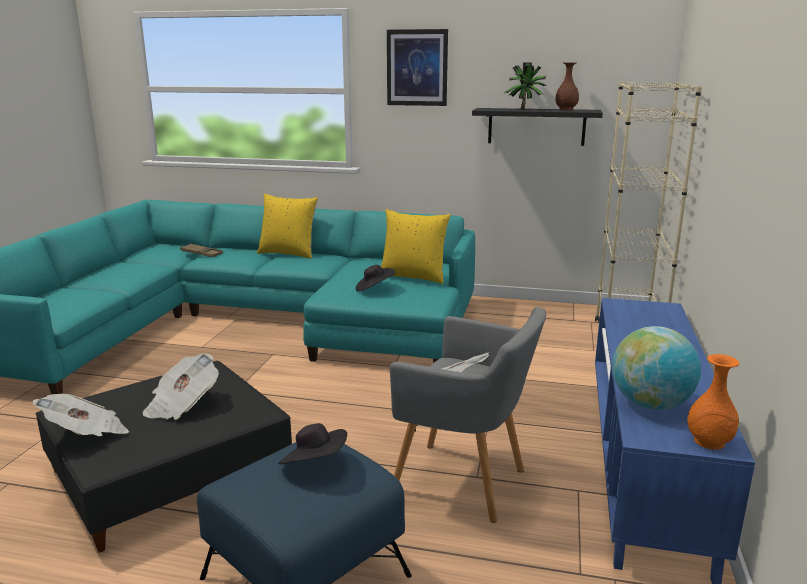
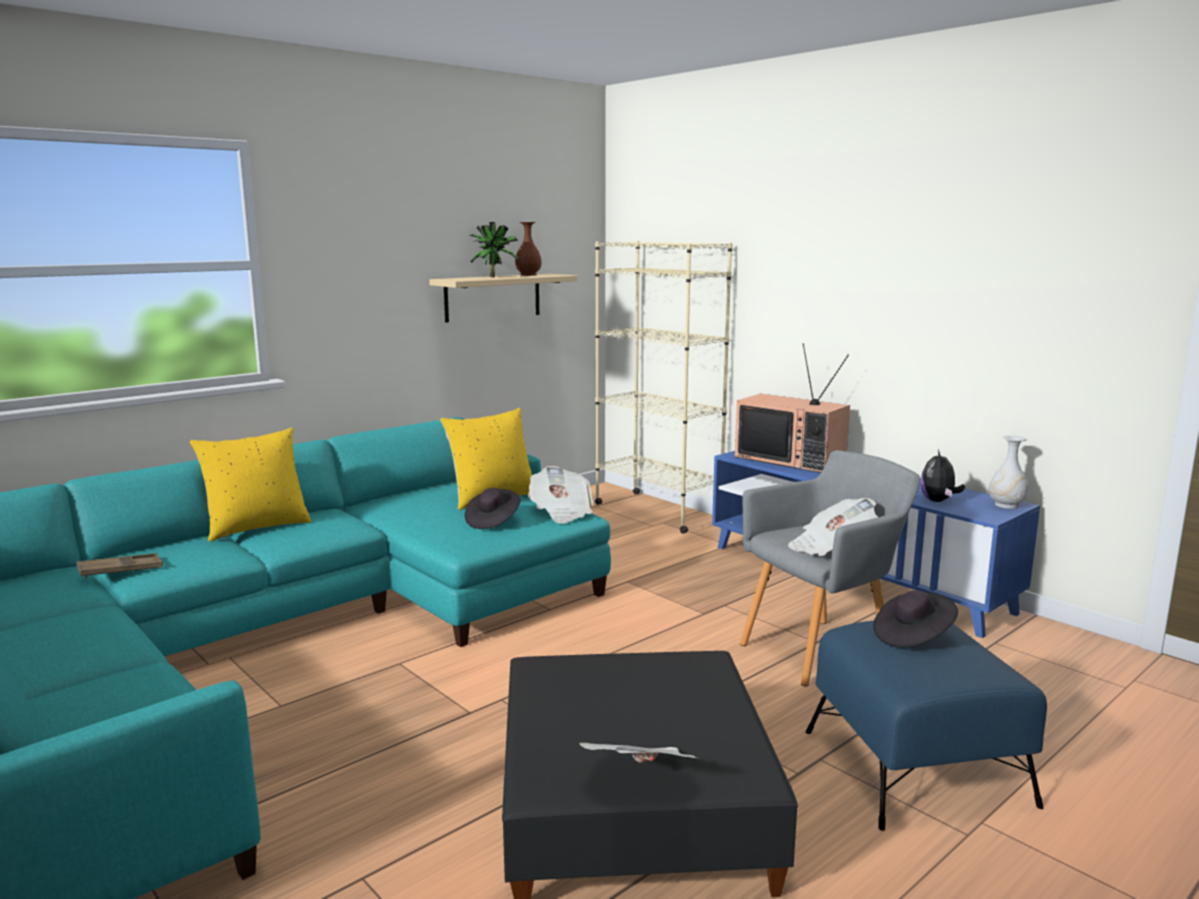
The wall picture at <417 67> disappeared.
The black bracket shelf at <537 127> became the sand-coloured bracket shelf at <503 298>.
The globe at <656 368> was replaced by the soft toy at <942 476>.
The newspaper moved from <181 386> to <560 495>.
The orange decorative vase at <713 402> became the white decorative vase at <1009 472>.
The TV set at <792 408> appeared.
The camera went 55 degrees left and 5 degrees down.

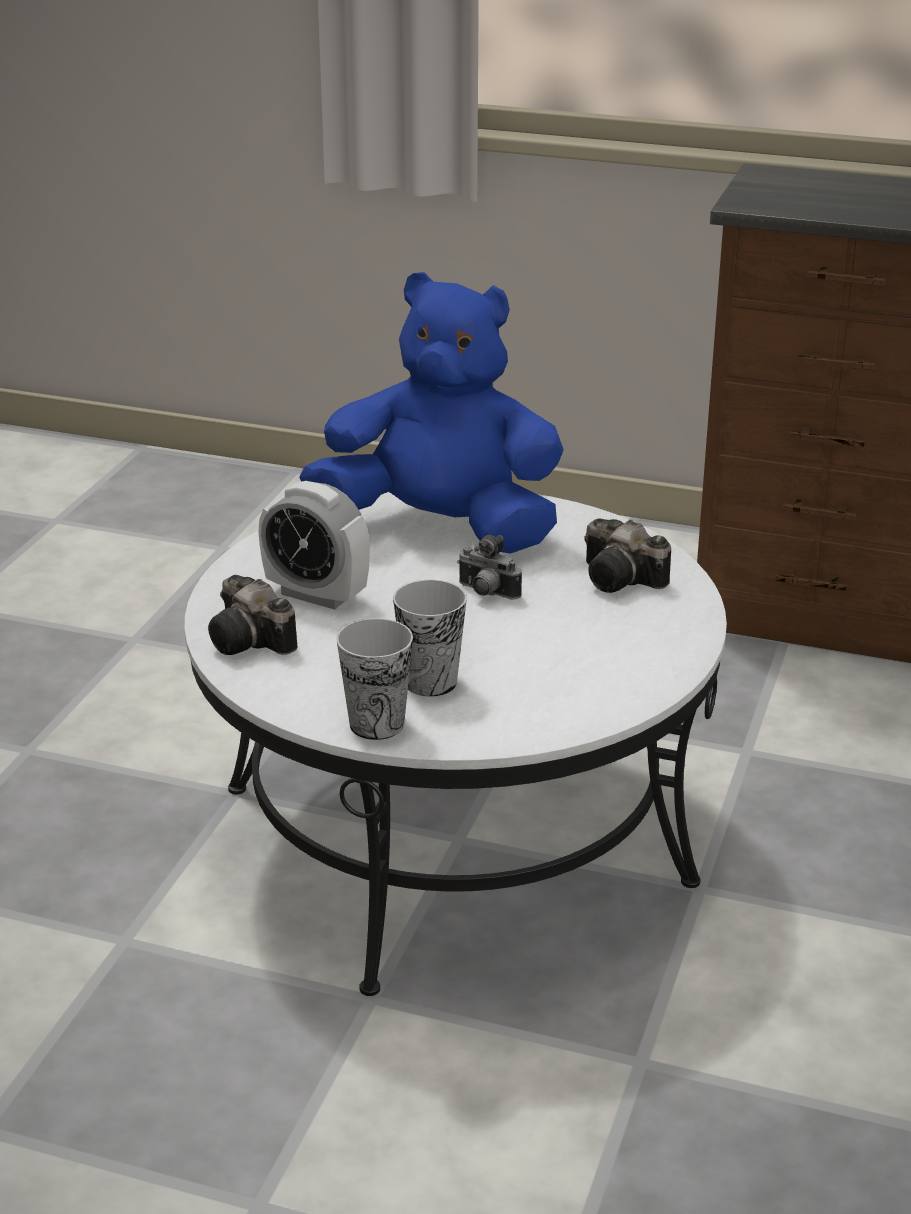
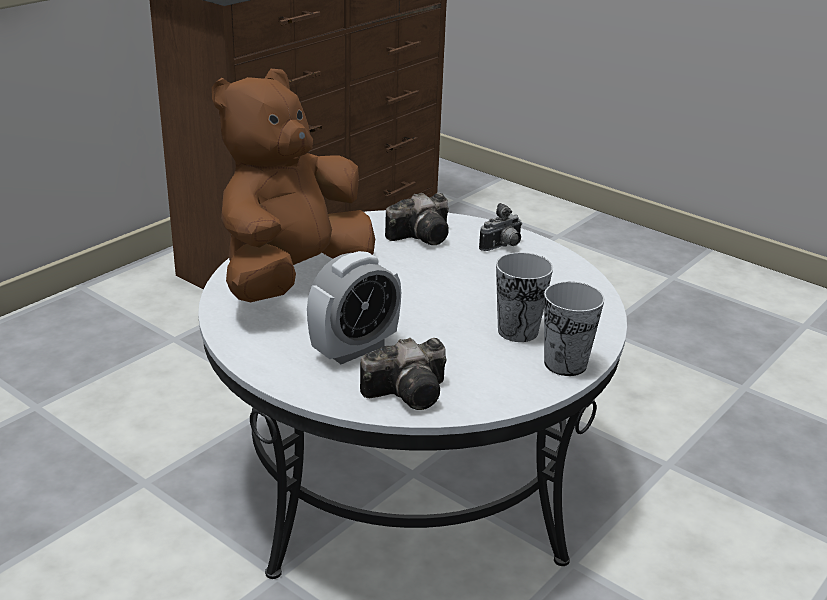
The blue-coloured soft toy at <431 413> became the brown-coloured soft toy at <293 185>.
The still camera moved from <489 567> to <500 227>.
The camera went 70 degrees left and 0 degrees up.

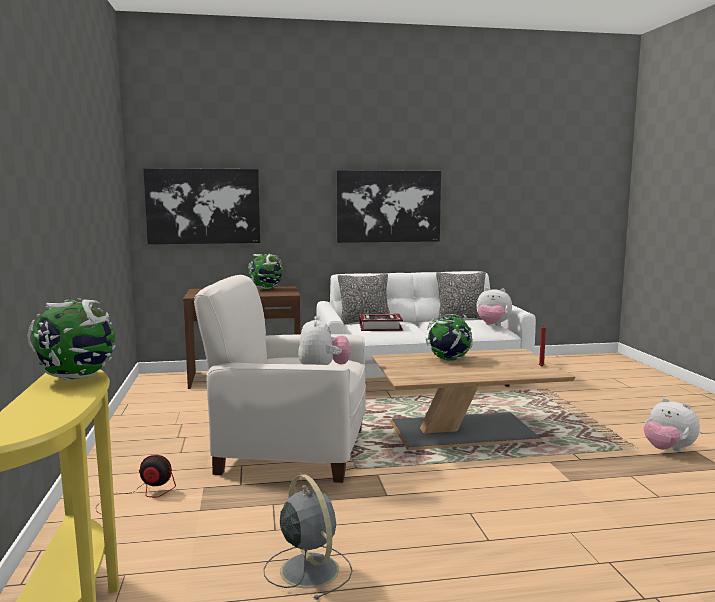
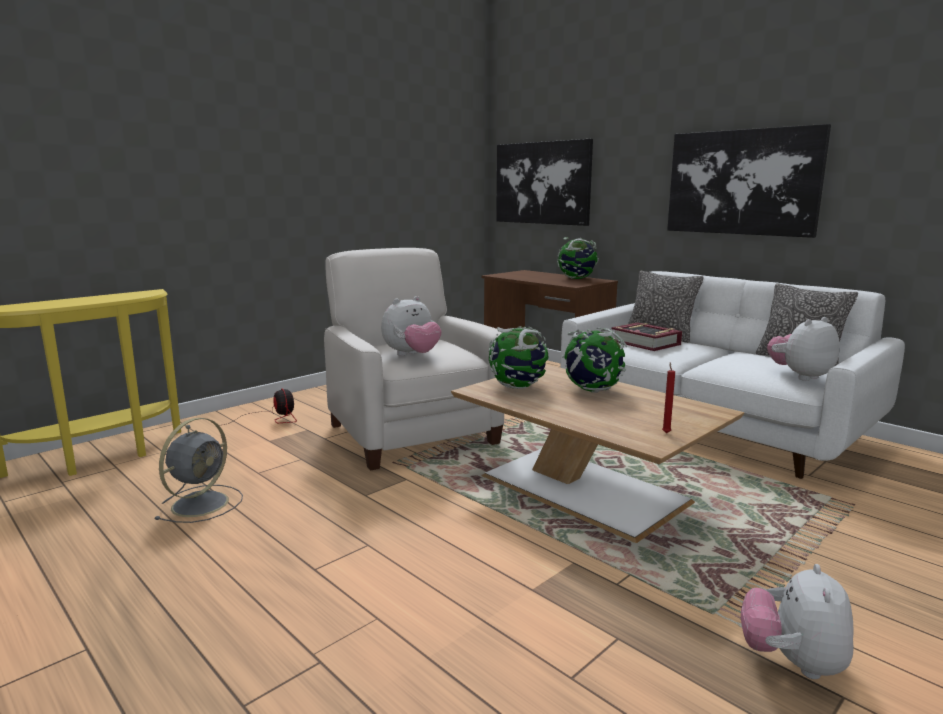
The soft toy at <494 307> turned 75 degrees clockwise.
The globe moved from <71 339> to <518 357>.
The camera went 55 degrees right and 5 degrees up.

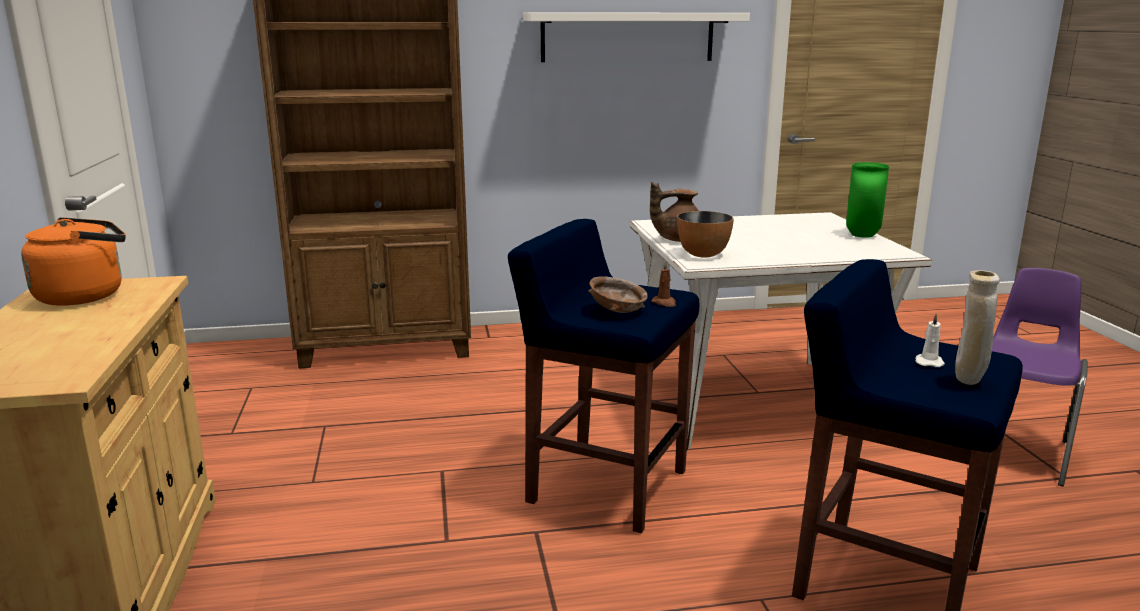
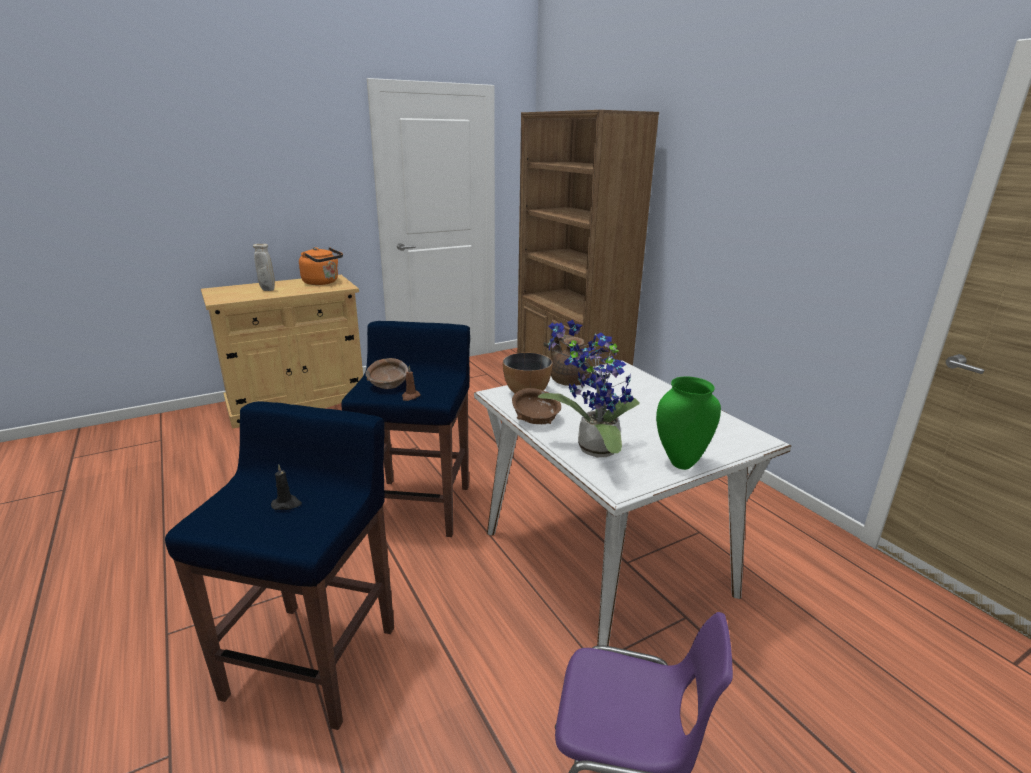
The white bracket shelf at <636 37> disappeared.
The sand-coloured decorative vase moved from <977 327> to <264 267>.
The white wax light at <930 340> became the black wax light at <286 487>.
The plant in a pot at <589 388> appeared.
The brown-coloured bowl at <536 406> appeared.
The camera went 70 degrees right and 5 degrees up.

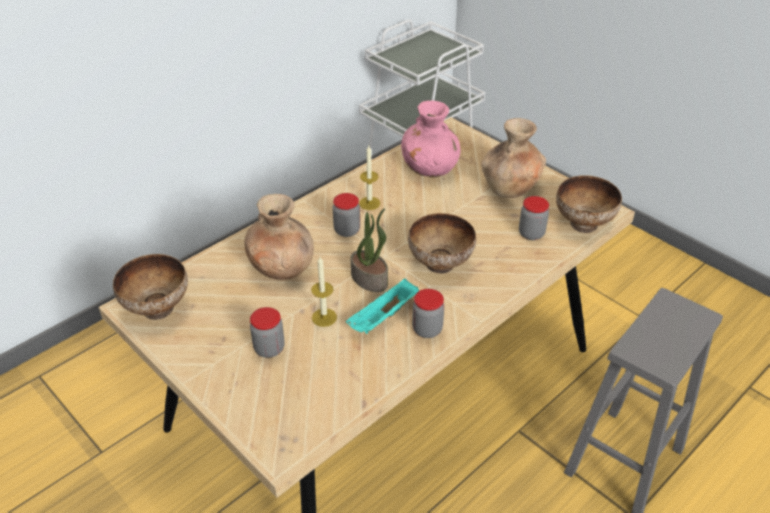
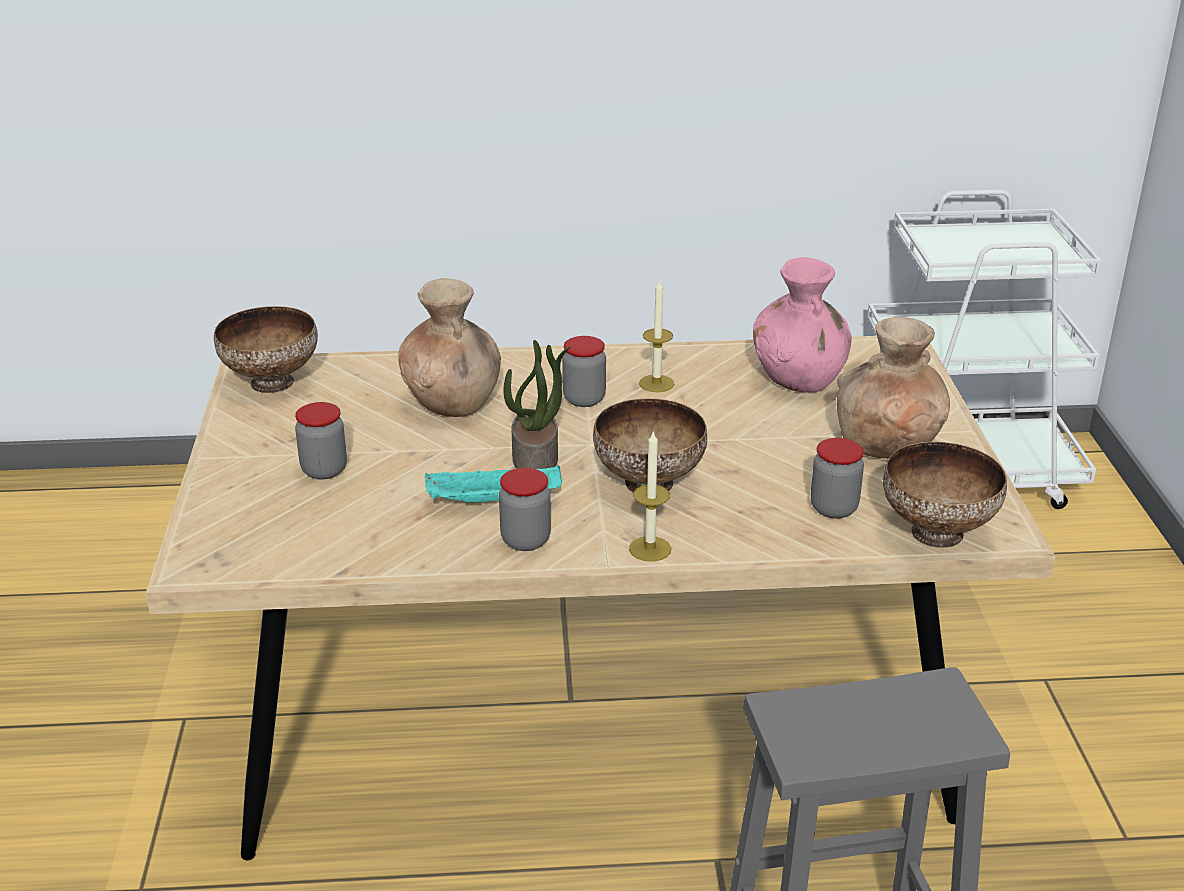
The wax light moved from <324 292> to <650 496>.
The camera went 40 degrees right and 10 degrees down.

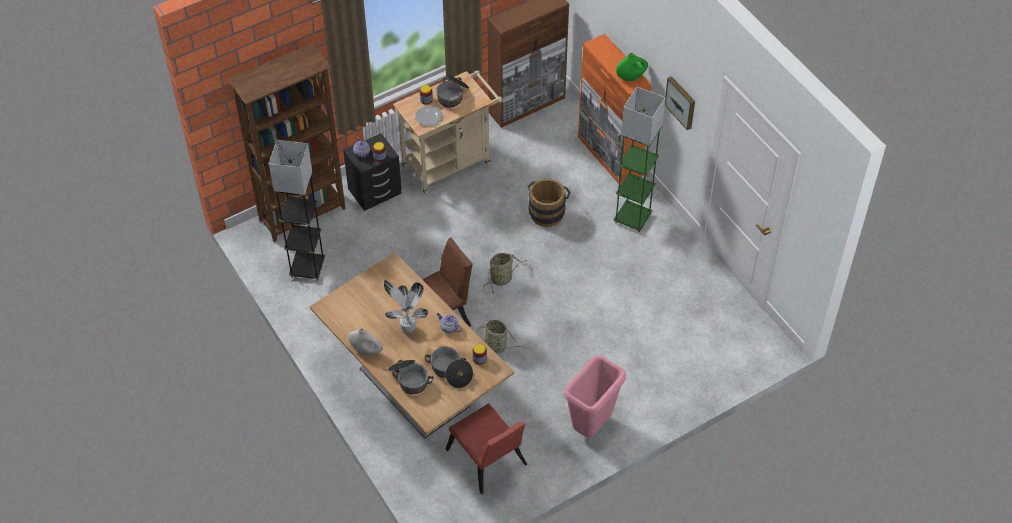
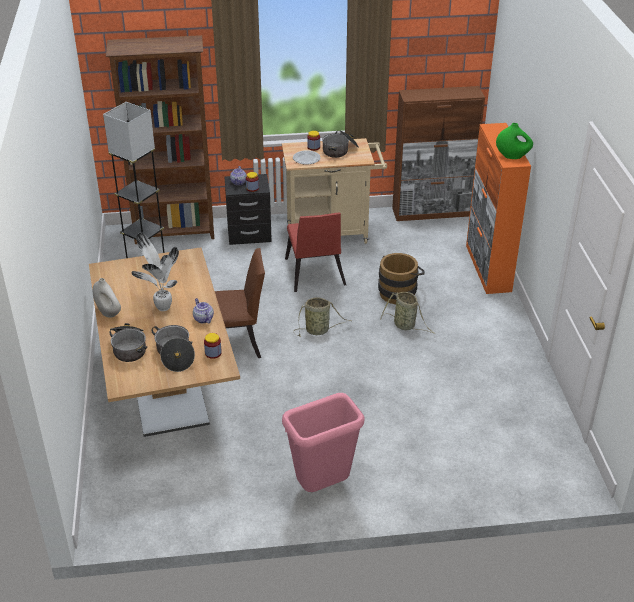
The wall picture at <680 103> disappeared.
The green standing lamp at <640 160> disappeared.
The basket moved from <502 336> to <407 313>.
The reddish plain chair moved from <486 448> to <315 252>.
The camera went 25 degrees right and 15 degrees down.

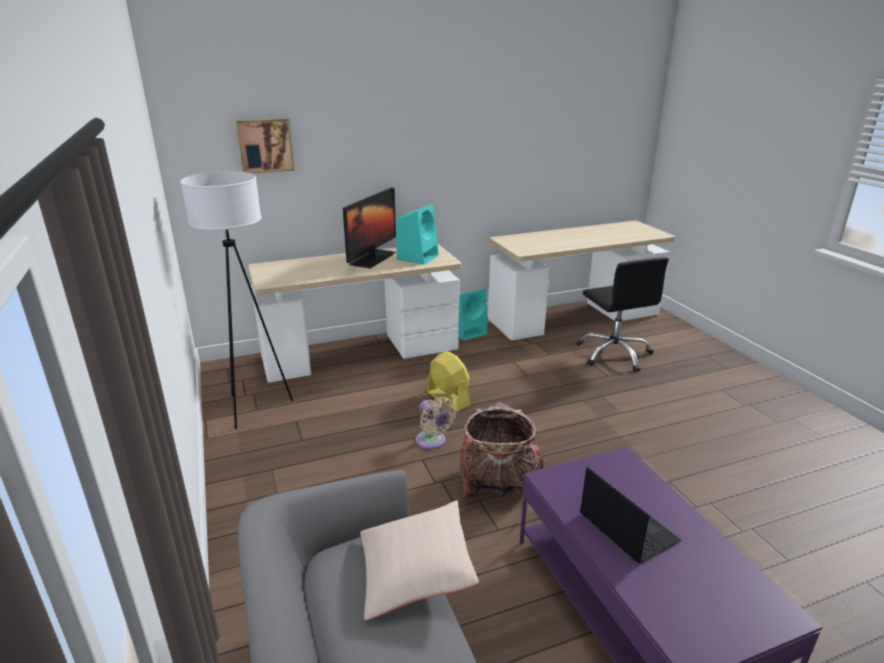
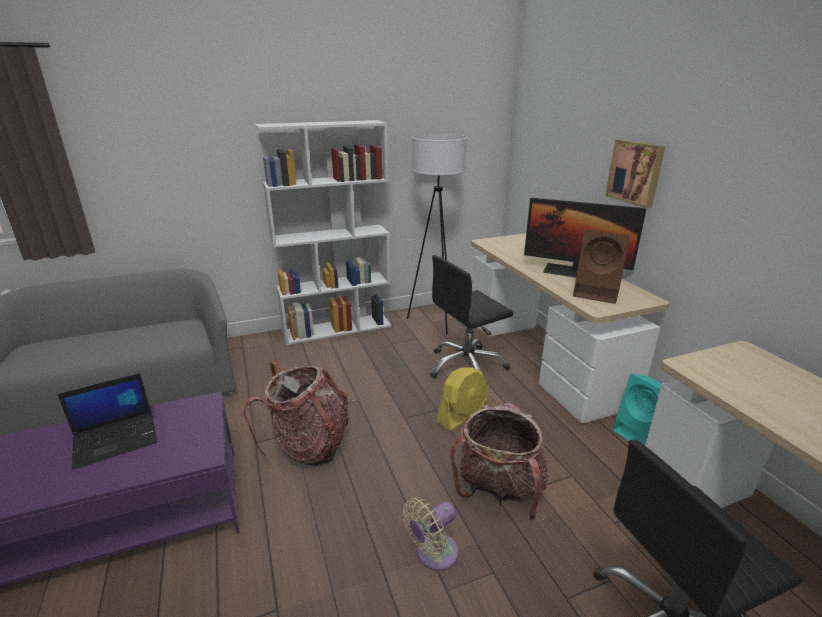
The wall picture moved from <265 146> to <635 173>.
The turquoise-coloured speaker at <417 234> became the brown-coloured speaker at <601 267>.
The sand-coloured electric fan moved from <436 423> to <431 534>.
The sand-coloured throw pillow at <419 560> disappeared.
The white shelving unit at <323 232> appeared.
The black office chair at <472 317> appeared.
The backpack at <499 462> appeared.
The camera went 90 degrees right and 0 degrees up.

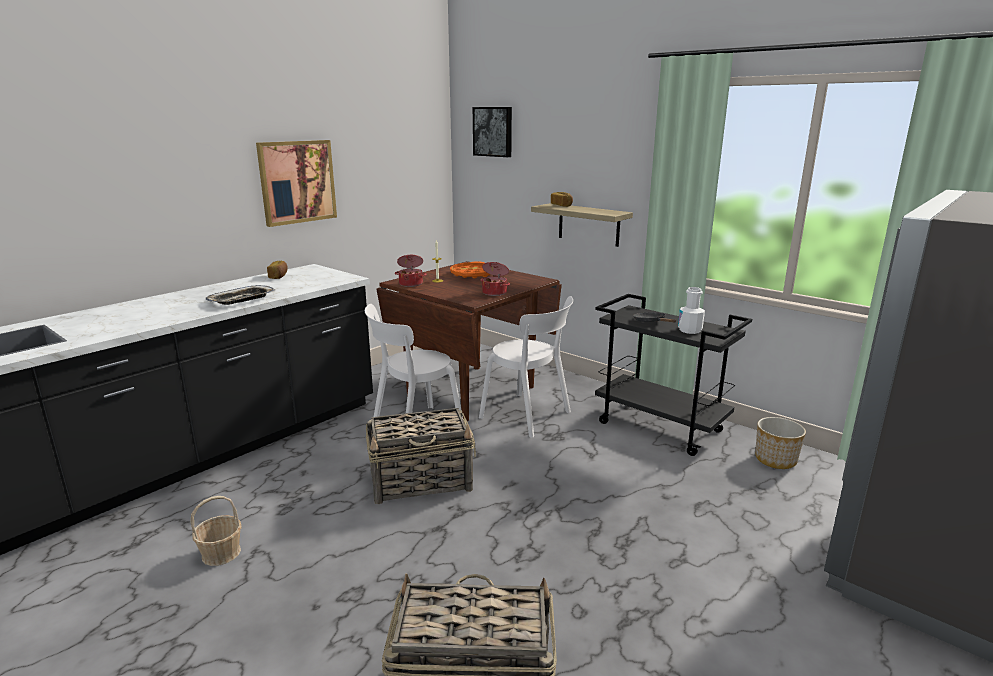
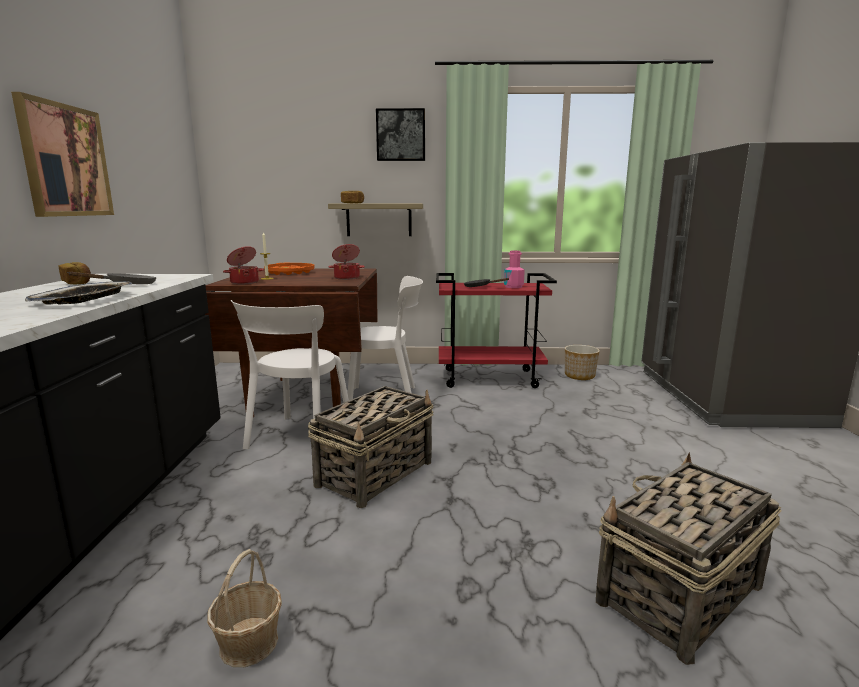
The wall picture moved from <492 132> to <400 134>.
The white drink bottle at <691 310> became the pinkish drink bottle at <514 269>.
The black wheeled cart at <673 375> became the reddish wheeled cart at <496 330>.
The greyish skillet at <111 278> appeared.
The camera went 40 degrees left and 5 degrees down.

